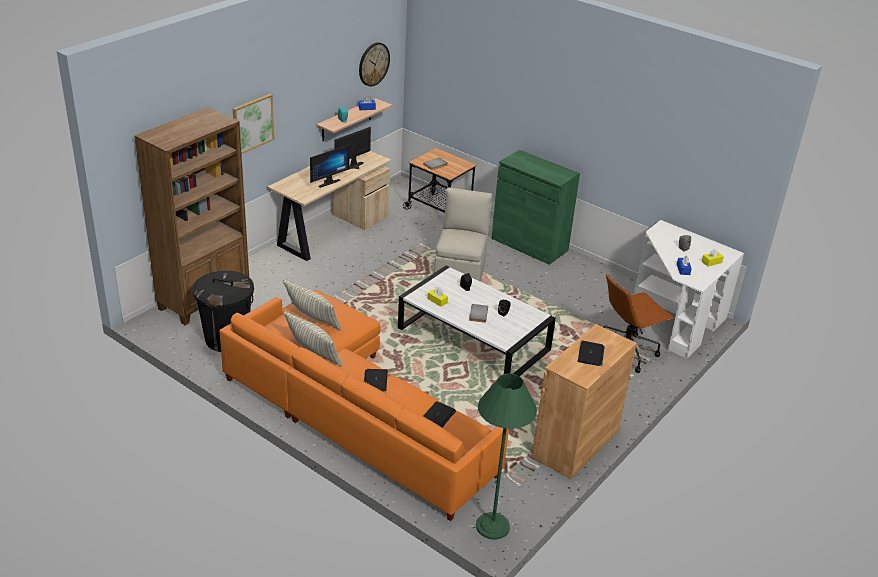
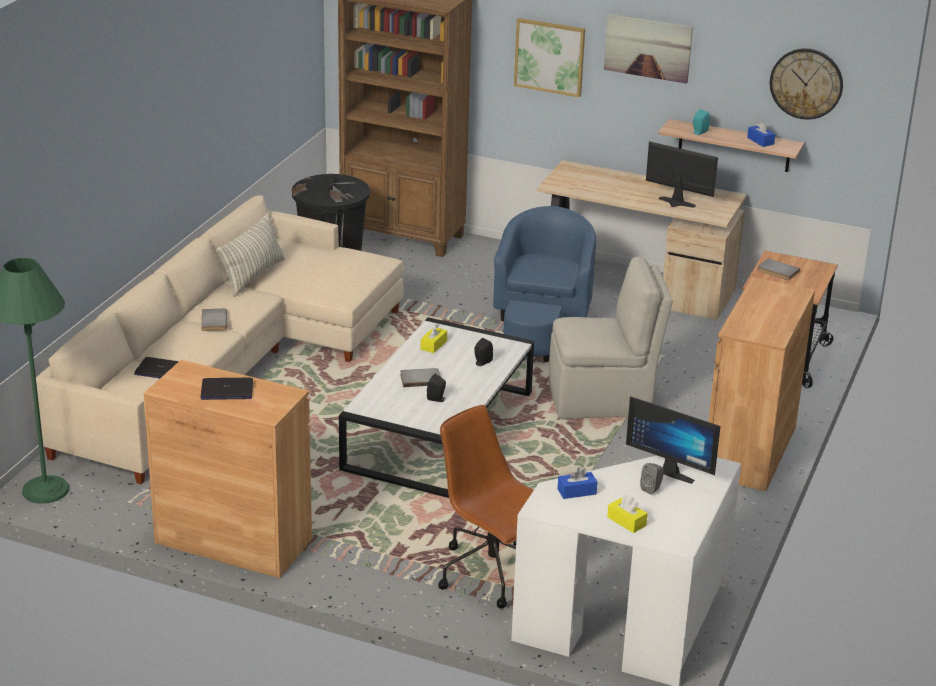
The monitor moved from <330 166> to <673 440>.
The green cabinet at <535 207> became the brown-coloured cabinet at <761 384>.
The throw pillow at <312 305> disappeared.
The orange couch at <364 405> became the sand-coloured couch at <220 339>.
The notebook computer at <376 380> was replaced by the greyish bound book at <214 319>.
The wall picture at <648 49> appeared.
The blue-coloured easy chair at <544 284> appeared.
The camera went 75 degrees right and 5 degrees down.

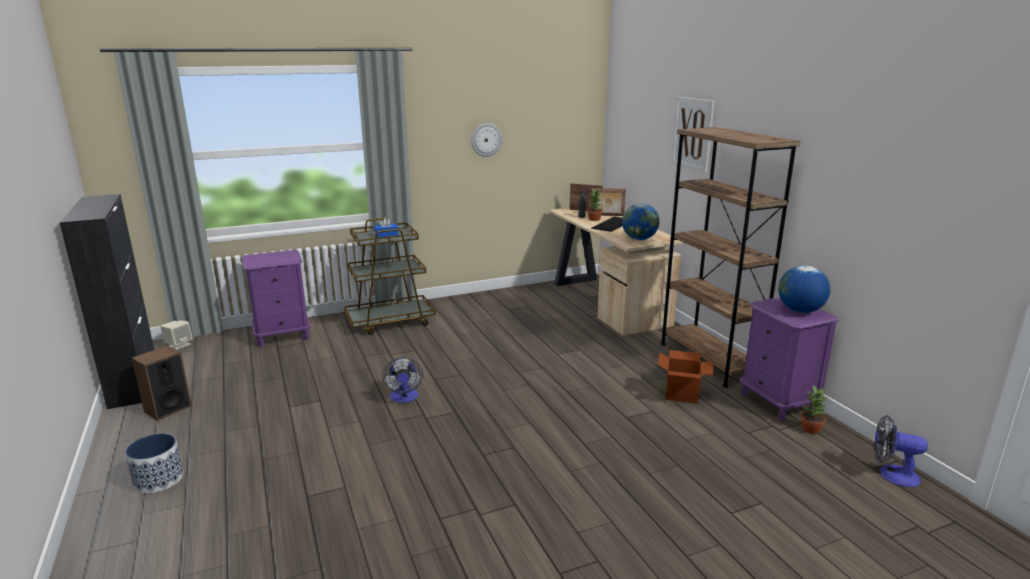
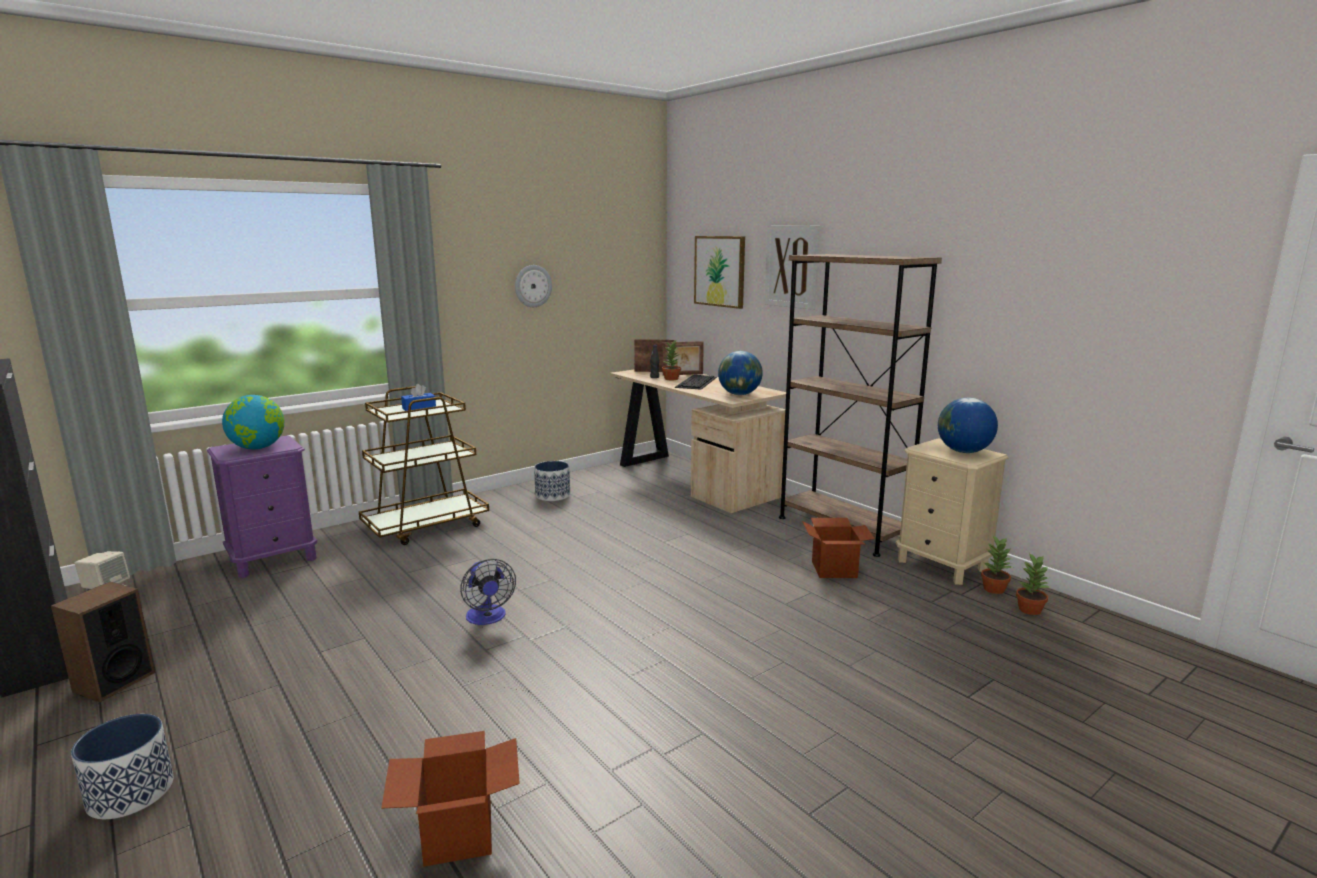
The purple-coloured night table at <789 359> became the sand-coloured night table at <952 511>.
The electric fan at <901 451> disappeared.
The wall picture at <719 272> appeared.
The globe at <253 422> appeared.
The plant pot at <552 481> appeared.
The plant in a pot at <1033 584> appeared.
The cardboard box at <450 799> appeared.
The camera went 15 degrees left and 5 degrees down.

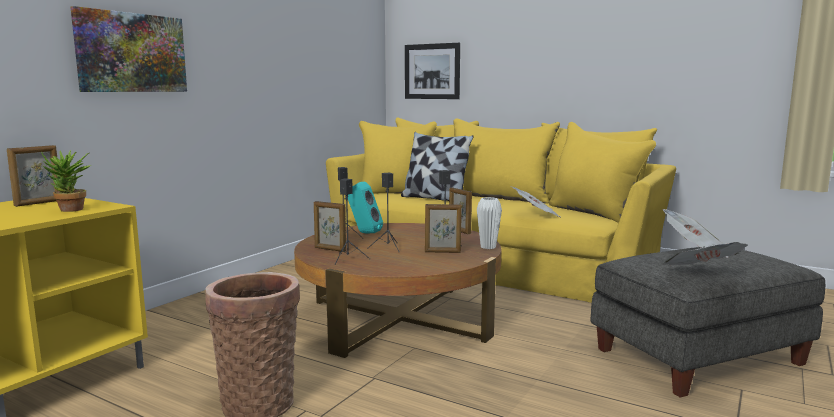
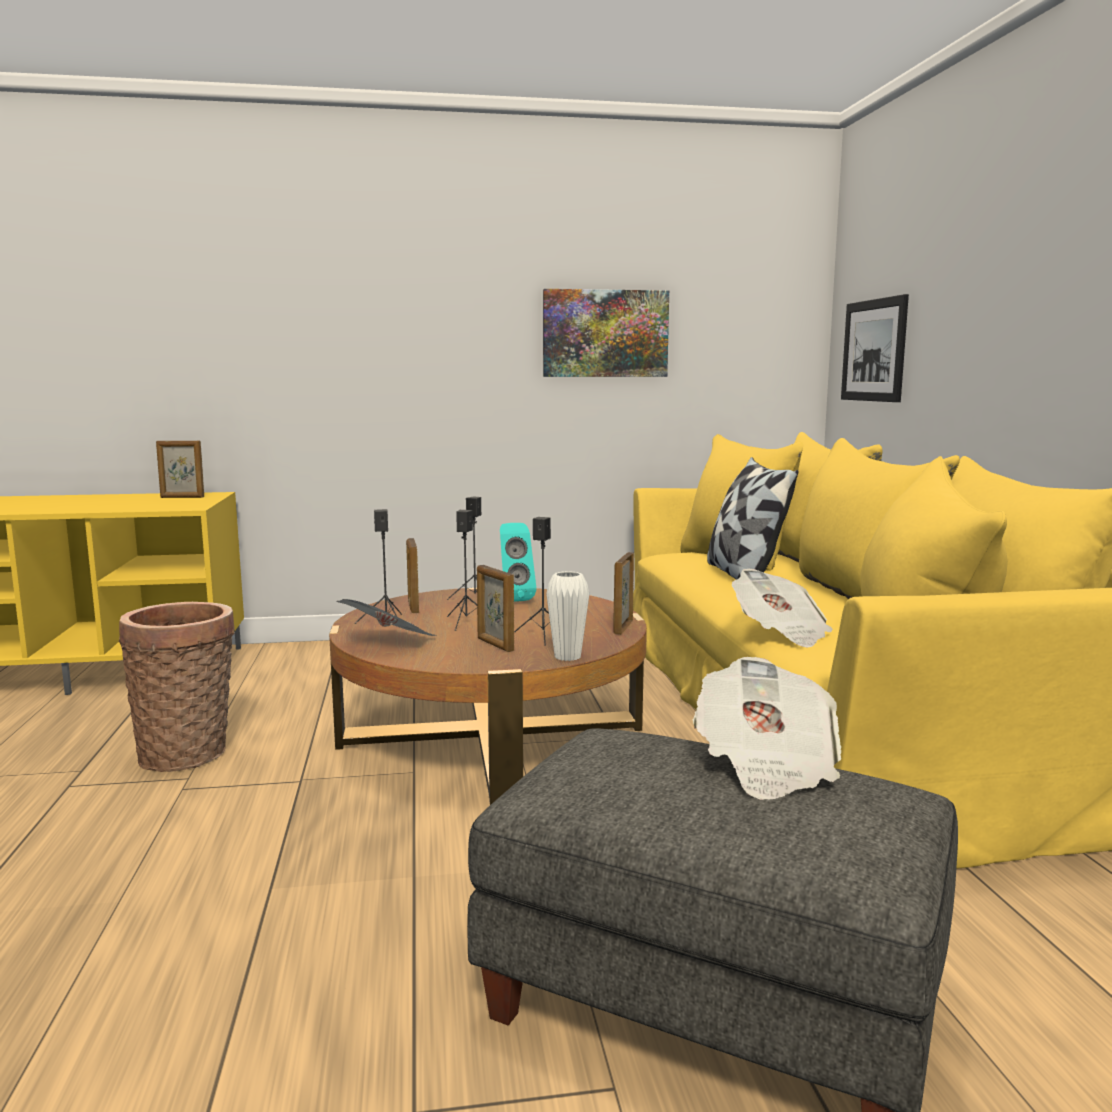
The wall picture moved from <128 49> to <606 333>.
The plant in a pot at <66 181> disappeared.
The newspaper moved from <705 253> to <386 617>.
The camera went 50 degrees right and 0 degrees up.

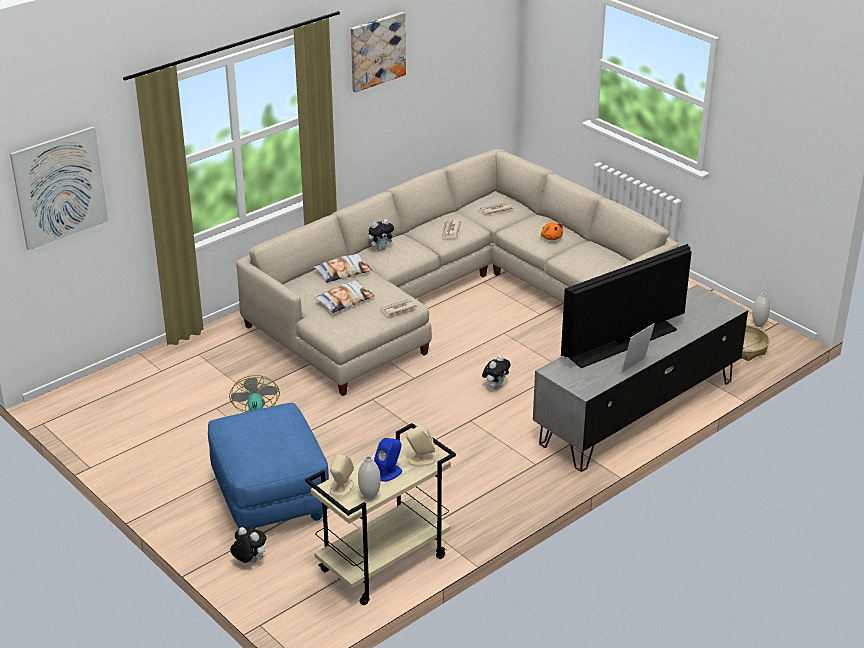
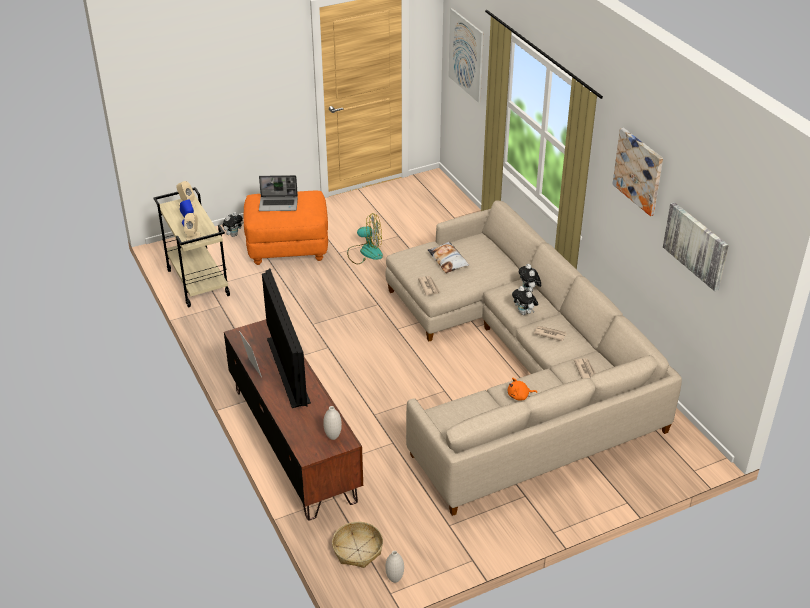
The throw pillow at <342 268> disappeared.
The greyish media console at <640 378> became the brown-coloured media console at <293 420>.
The soft toy moved from <496 372> to <525 300>.
The blue-coloured ottoman at <268 466> became the orange ottoman at <286 228>.
The white decorative vase moved from <369 478> to <332 423>.
The notebook computer at <278 193> appeared.
The wall picture at <696 246> appeared.
The camera went 105 degrees right and 5 degrees up.

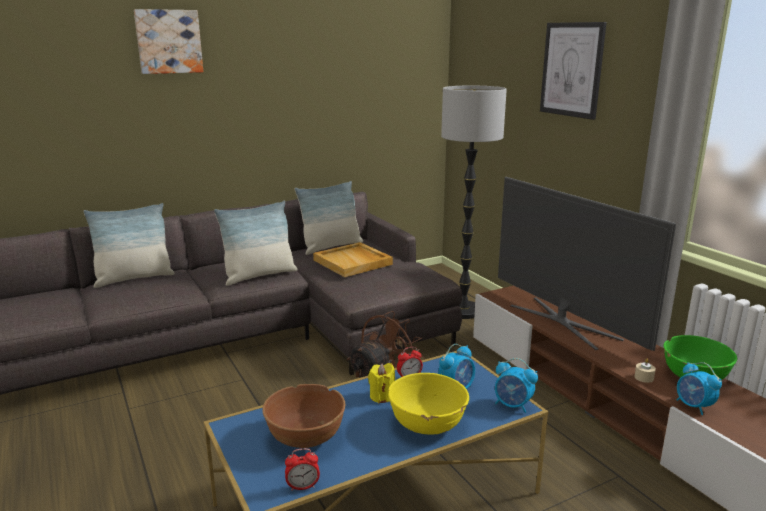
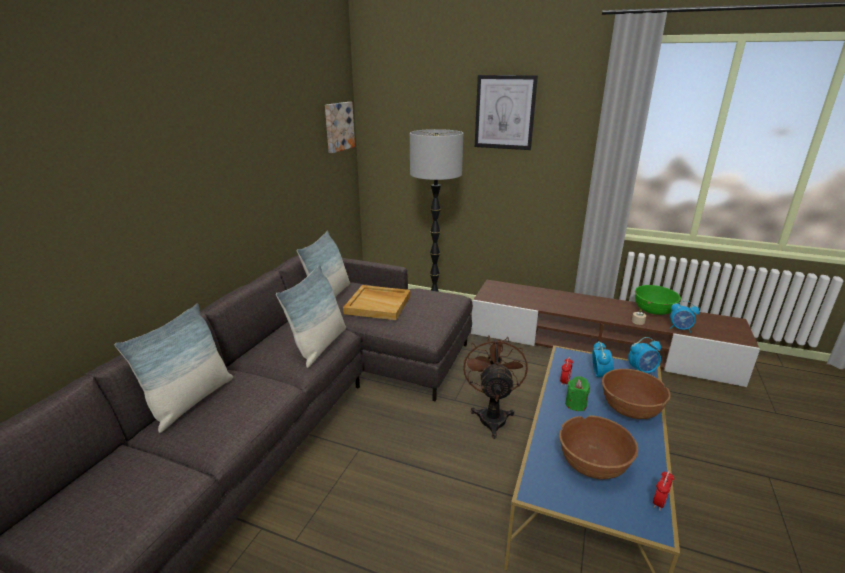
The wall picture moved from <168 41> to <340 127>.
The TV set at <587 264> disappeared.
The yellow wax light at <381 383> became the green wax light at <577 393>.
The yellow bowl at <429 404> became the brown-coloured bowl at <636 394>.
The camera went 40 degrees left and 5 degrees up.

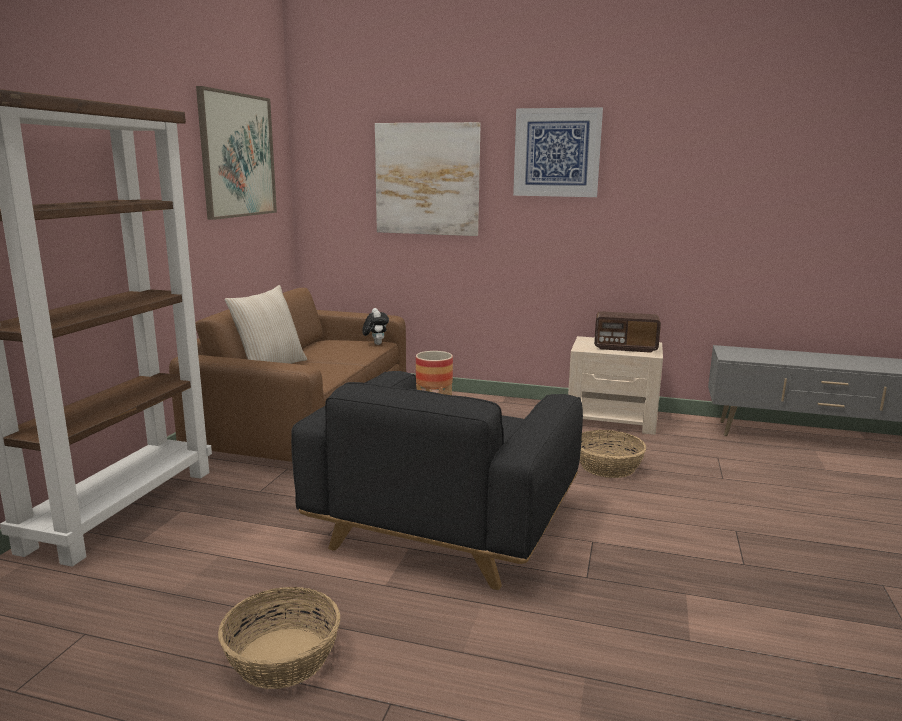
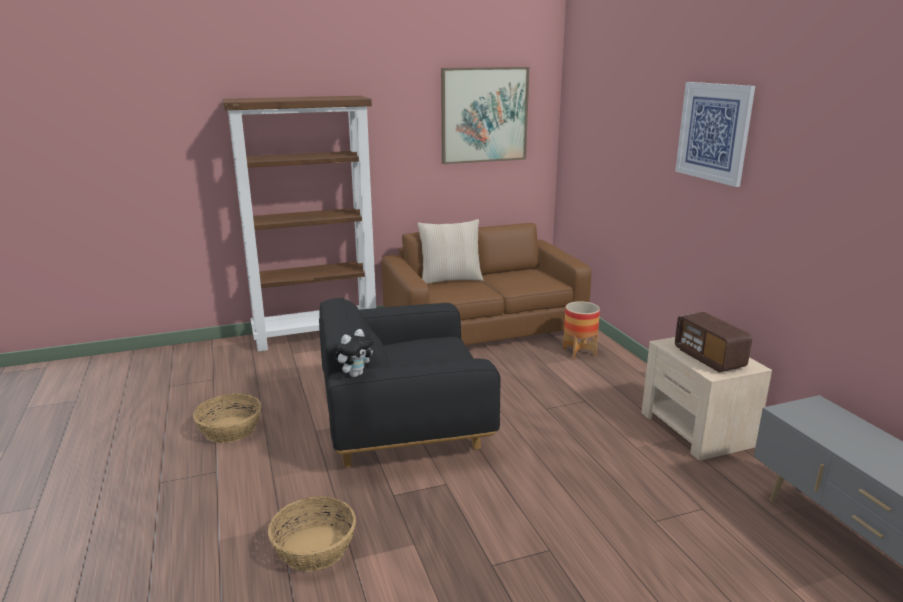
The wall picture at <428 179> disappeared.
The soft toy moved from <375 326> to <354 353>.
The basket moved from <613 454> to <312 534>.
The camera went 55 degrees right and 5 degrees up.

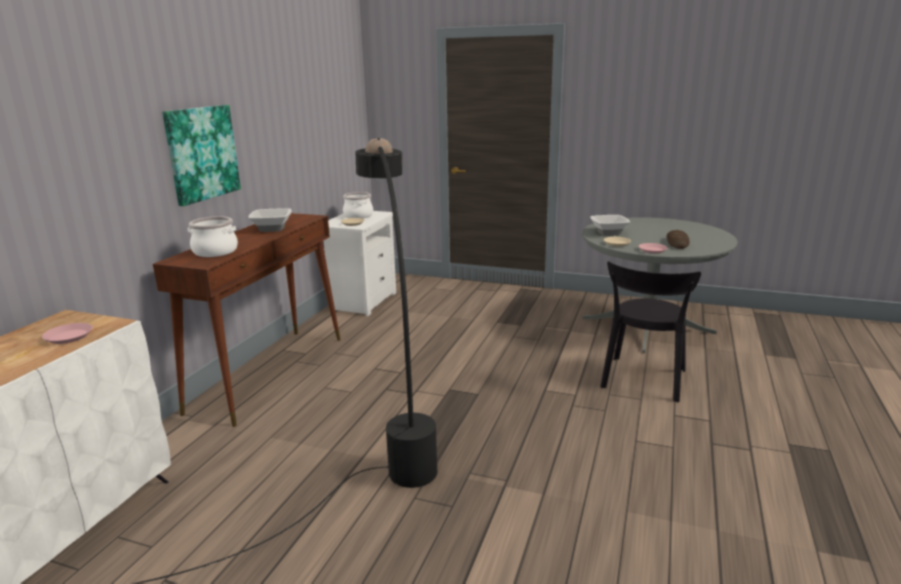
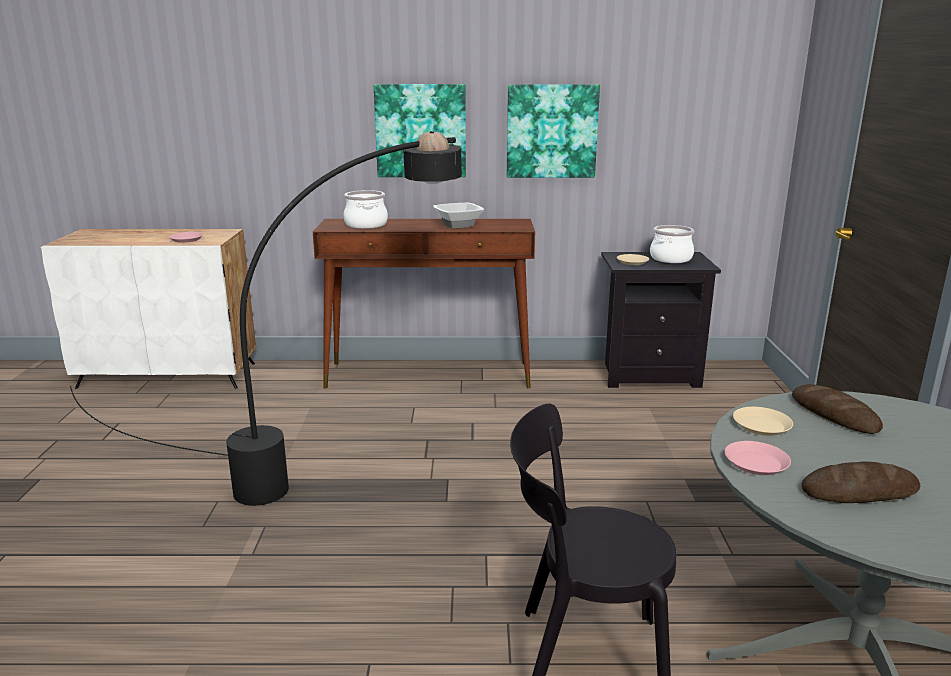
The white night table at <360 263> became the black night table at <661 320>.
The bowl at <610 225> was replaced by the baked bread at <837 409>.
The wall picture at <553 131> appeared.
The camera went 70 degrees right and 0 degrees up.

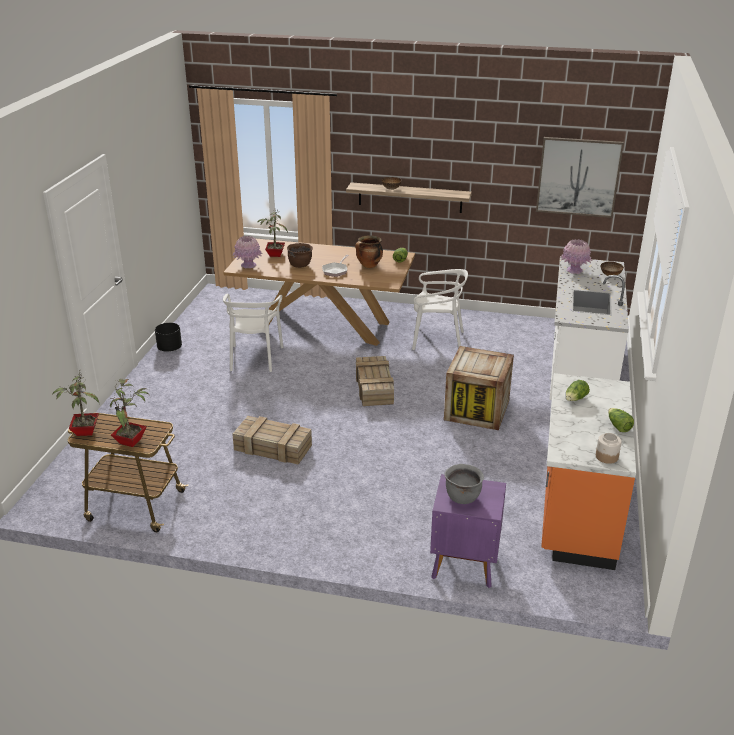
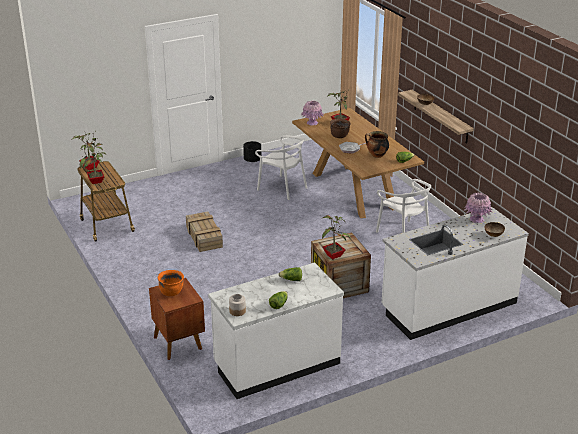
The wall picture at <580 177> disappeared.
The white plain chair at <253 333> turned 105 degrees counterclockwise.
The packing crate at <375 381> disappeared.
The orange counter at <588 471> became the white counter at <276 330>.
The greyish stockpot at <464 484> became the orange stockpot at <171 283>.
The purple-coloured night table at <468 531> became the brown-coloured night table at <177 319>.
The plant in a pot at <337 237> appeared.
The camera went 50 degrees right and 0 degrees up.

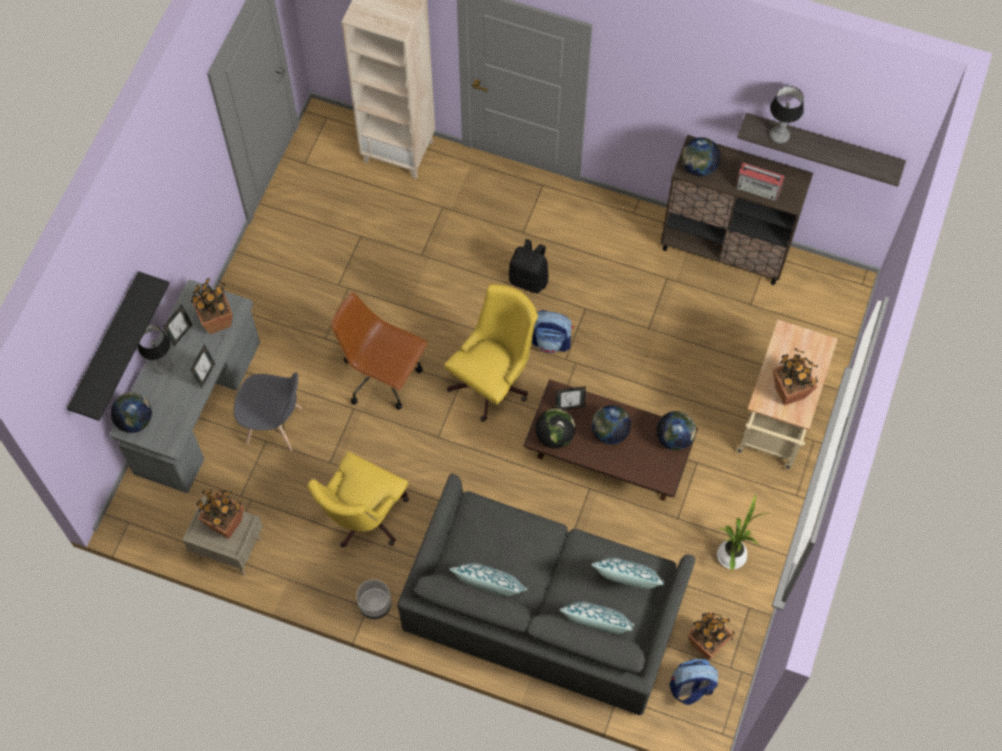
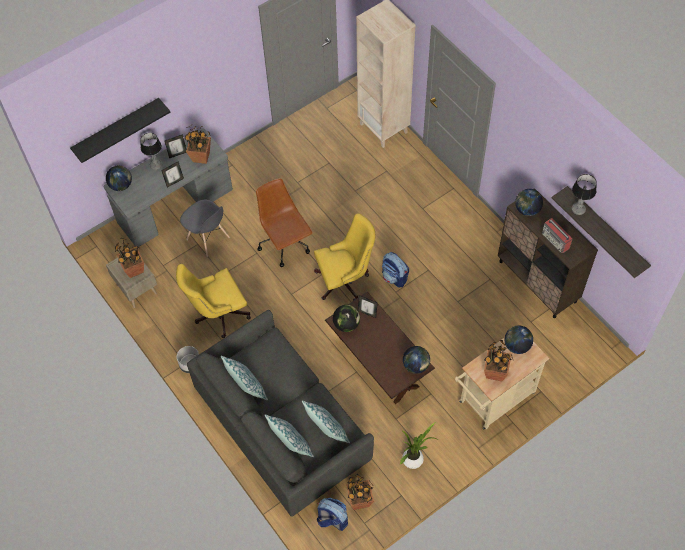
The black backpack at <528 266> disappeared.
The globe moved from <611 425> to <519 339>.
The camera went 35 degrees right and 5 degrees down.

